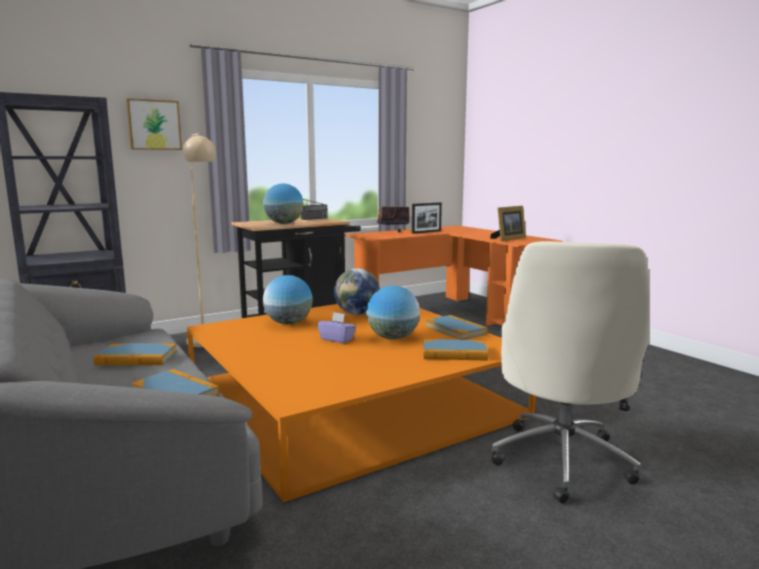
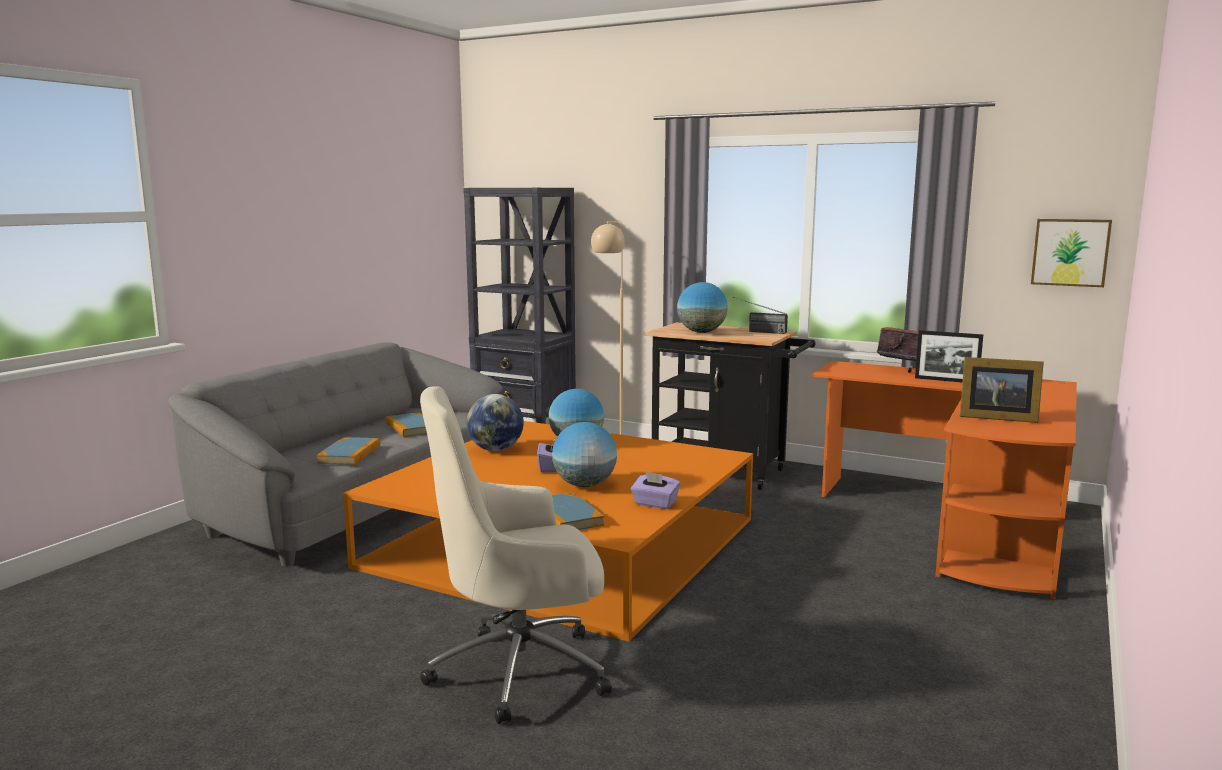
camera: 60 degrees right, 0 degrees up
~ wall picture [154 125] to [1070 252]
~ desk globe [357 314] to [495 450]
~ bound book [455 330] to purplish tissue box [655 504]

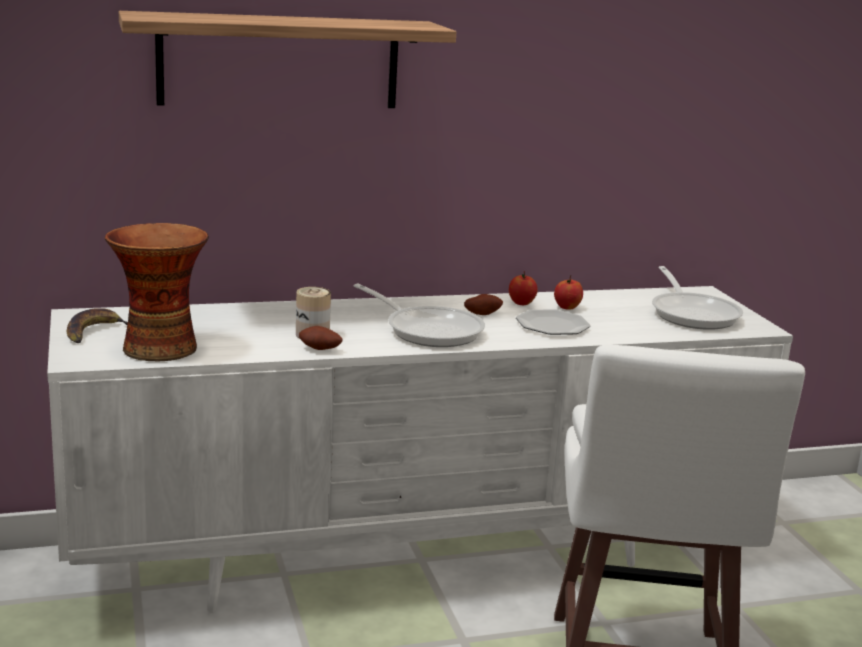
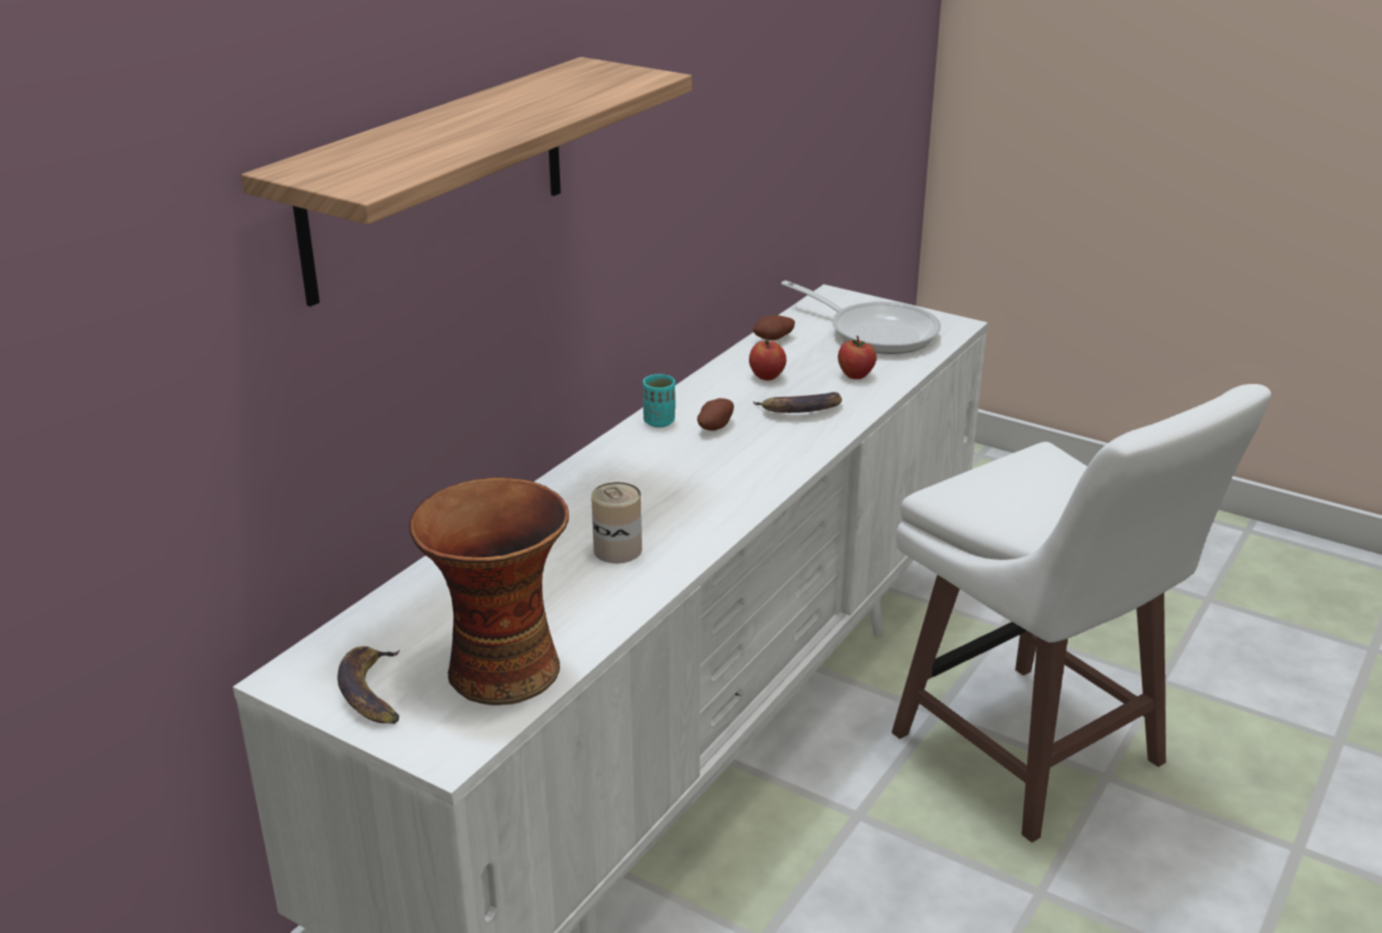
camera: 40 degrees left, 10 degrees up
- pan [428 330]
+ turquoise small cup [659 422]
~ potato [319 350] to [774 340]
~ whole apple [521 303] to [855 375]
~ plate [551 325] to banana fruit [800 410]

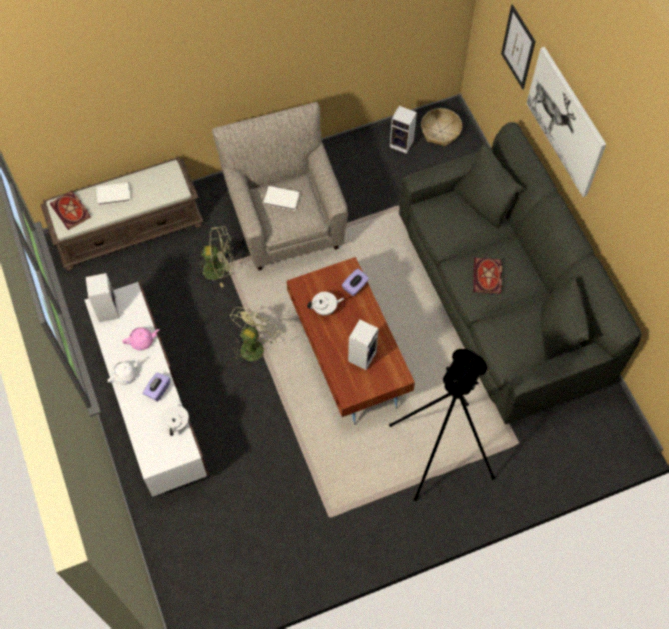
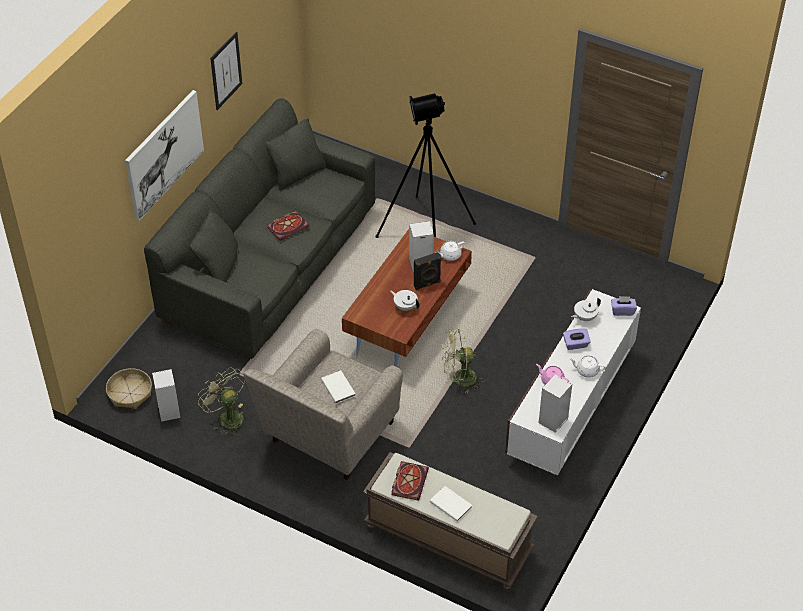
camera: 130 degrees left, 15 degrees down
+ black-coloured loudspeaker [427 284]
+ white-coloured tea pot [450 255]
~ bound book [72 211] to [409 481]
~ green fan [219 269] to [226 417]
~ purplish tissue box [355 287] to [622 311]
~ wall picture [518 47] to [226 70]

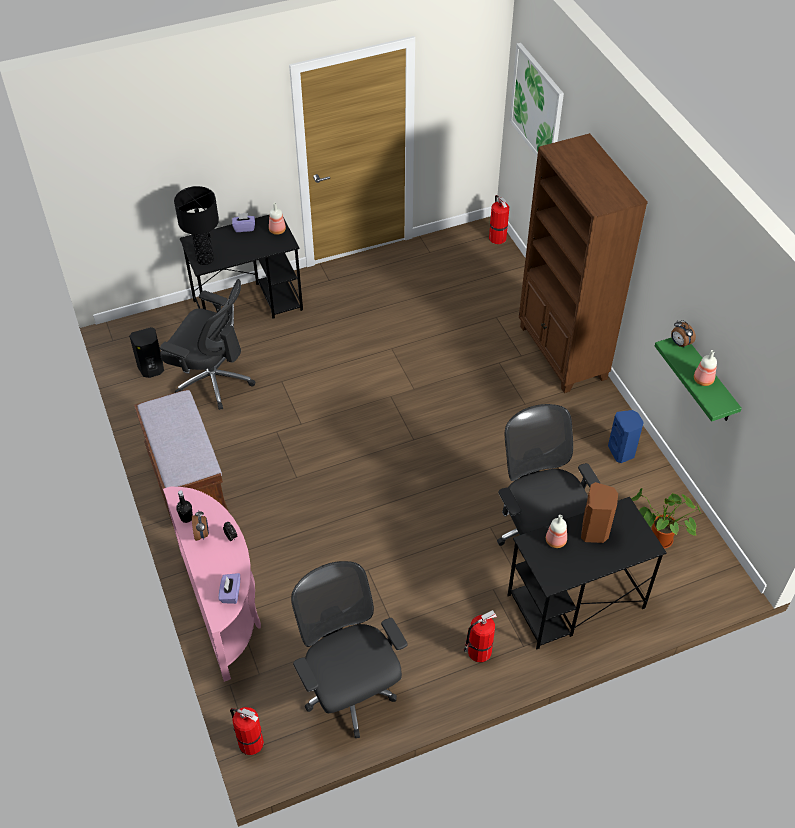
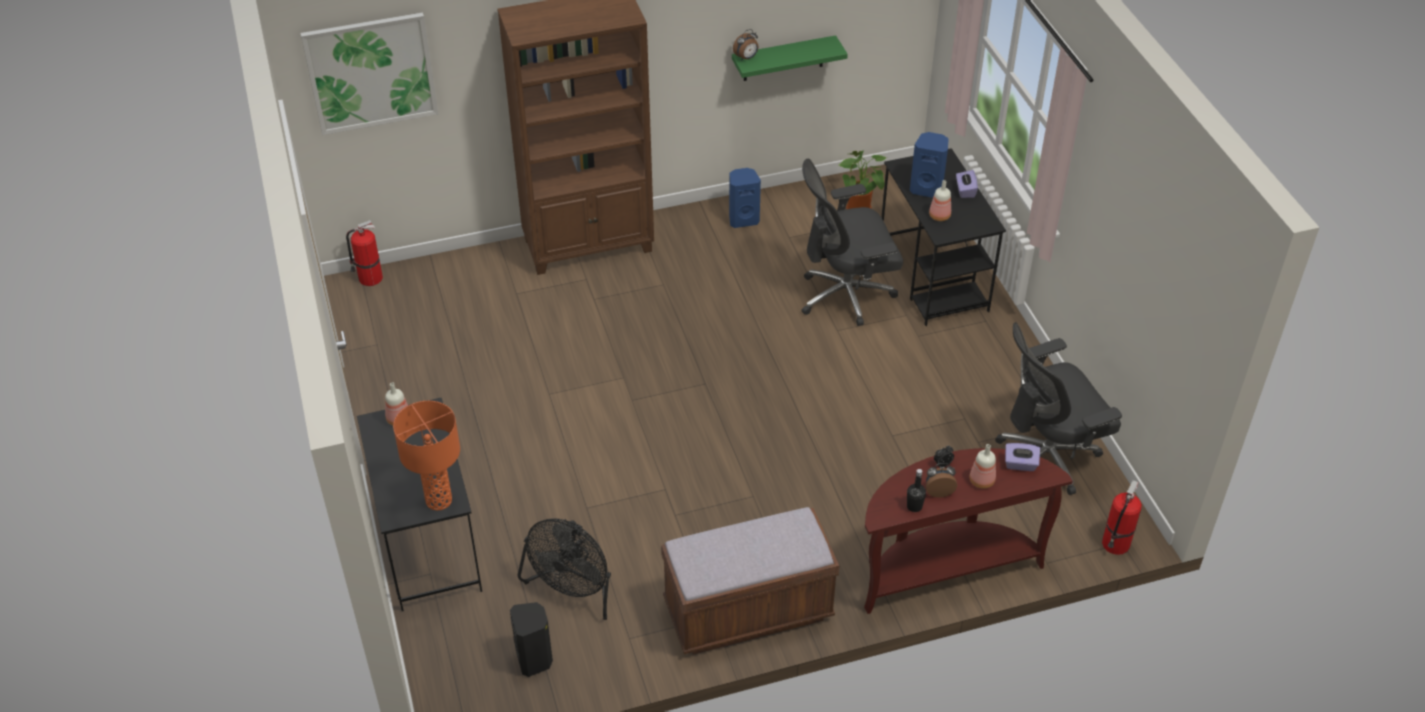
camera: 85 degrees left, 5 degrees down
- extinguisher [478 652]
~ purplish tissue box [244 228] to [965 191]
~ drink bottle [702 380] to [982 481]
~ desk chair [212 381] to black-coloured fan [572 585]
~ pink-coloured narrow table [224 608] to brown-coloured narrow table [945 568]
~ black-coloured table lamp [204 259] to orange table lamp [438 500]
~ brown-coloured loudspeaker [595 531] to blue loudspeaker [927 189]

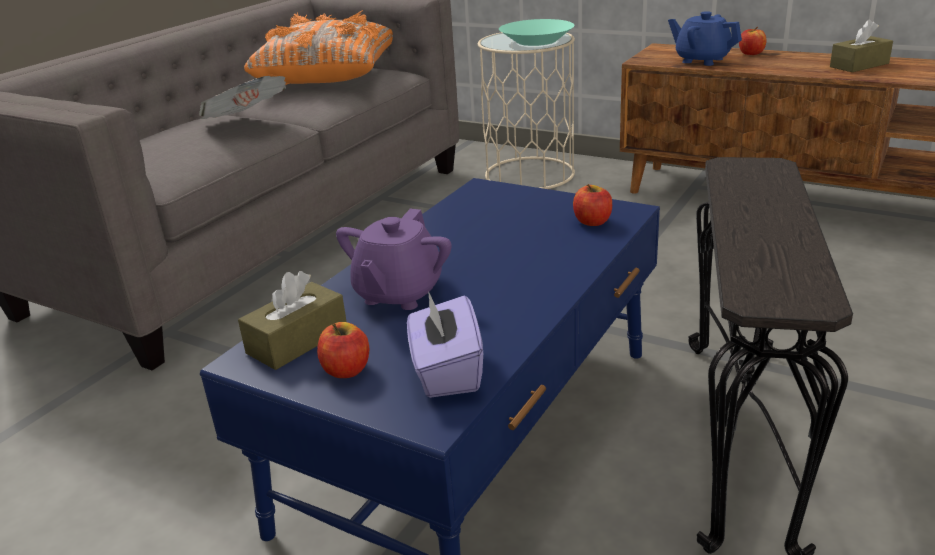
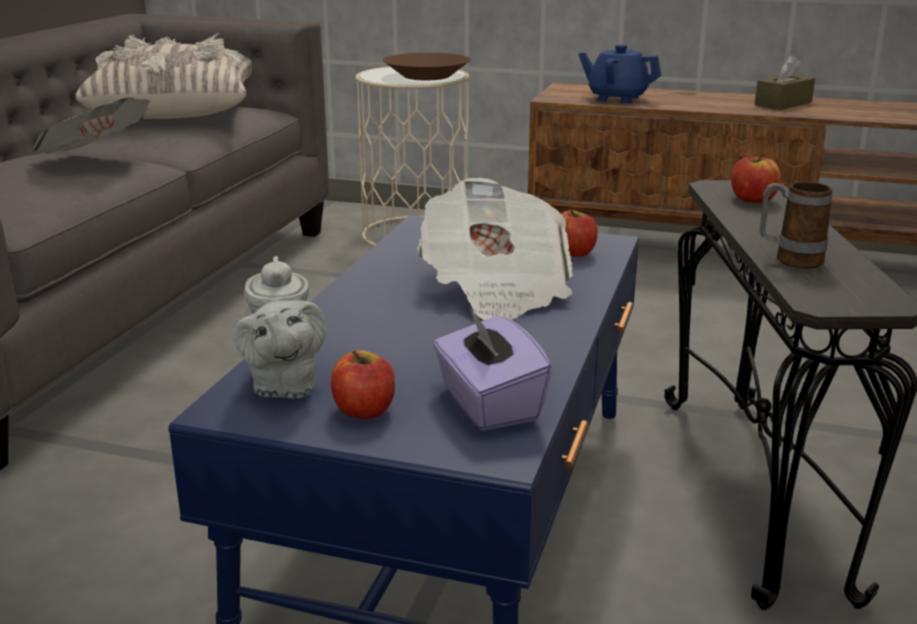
camera: 15 degrees left, 5 degrees down
- purplish tea pot [398 294]
+ printed paper [496 290]
+ coffee mug [789 260]
~ whole apple [751 53] to [752 199]
~ brown-coloured tissue box [297 341] to grey tea pot [283 385]
~ orange pillow [327 78] to beige pillow [175 114]
~ turquoise deep dish [537 41] to brown-coloured deep dish [427 76]

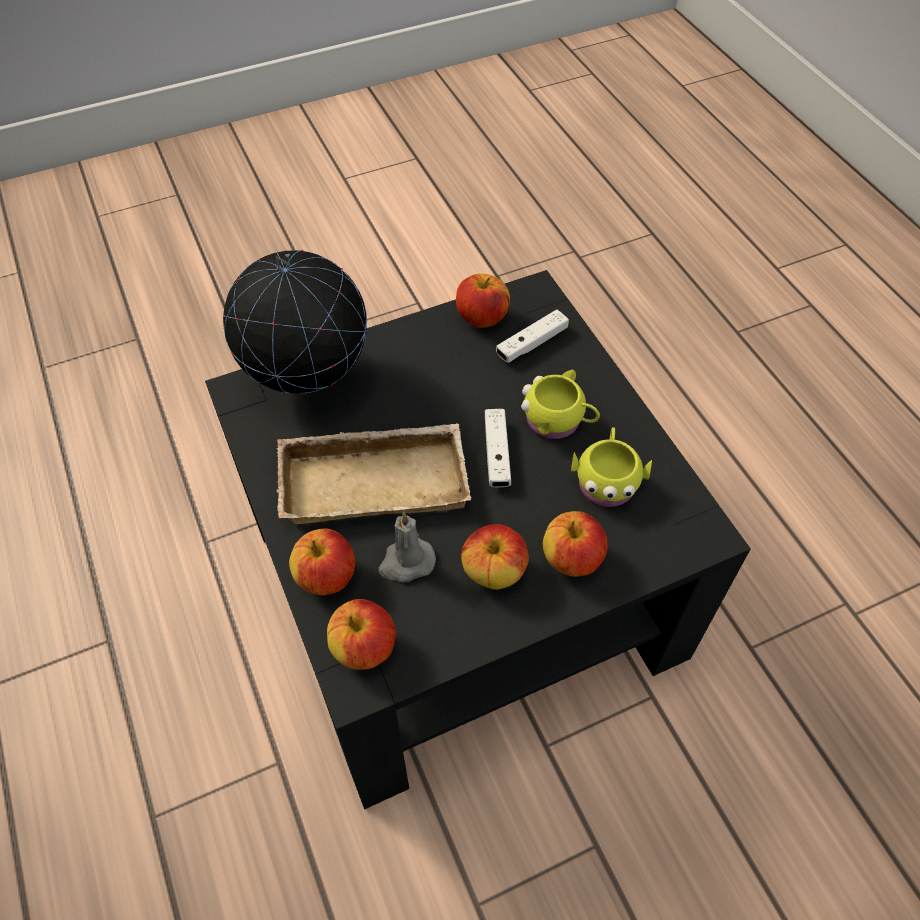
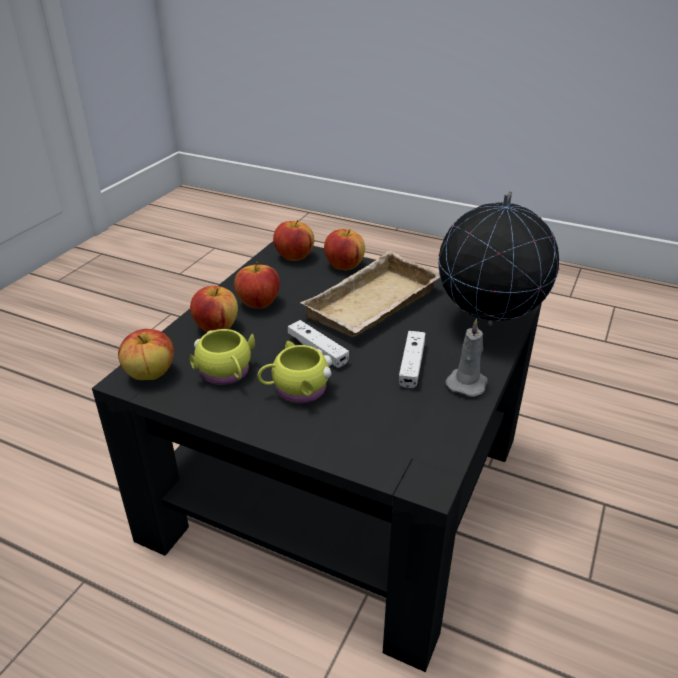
camera: 140 degrees right, 20 degrees down
~ grey wax candle [406 562] to [467 383]
~ whole apple [482 318] to [151 374]
~ white-coloured gamepad [532 343] to [411 365]

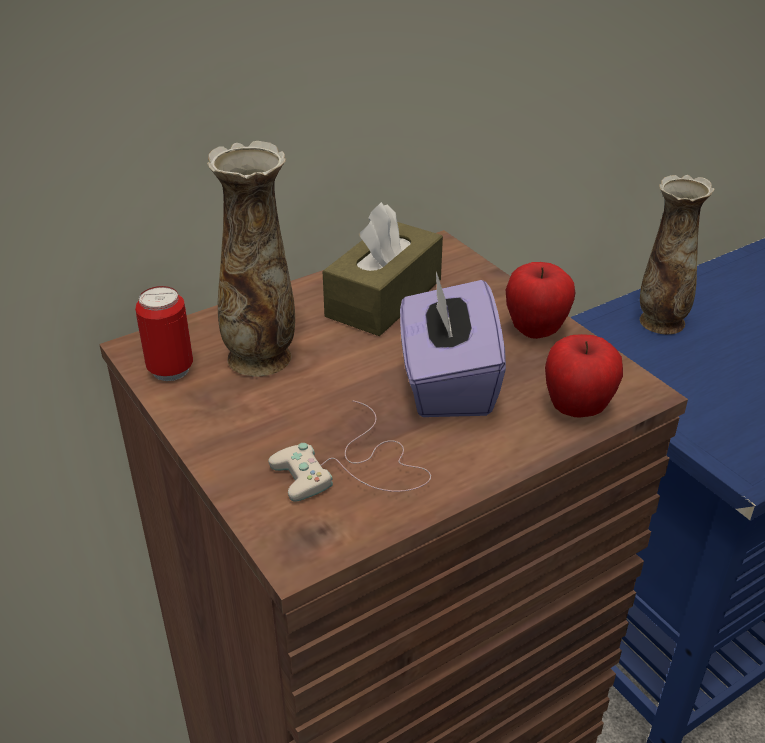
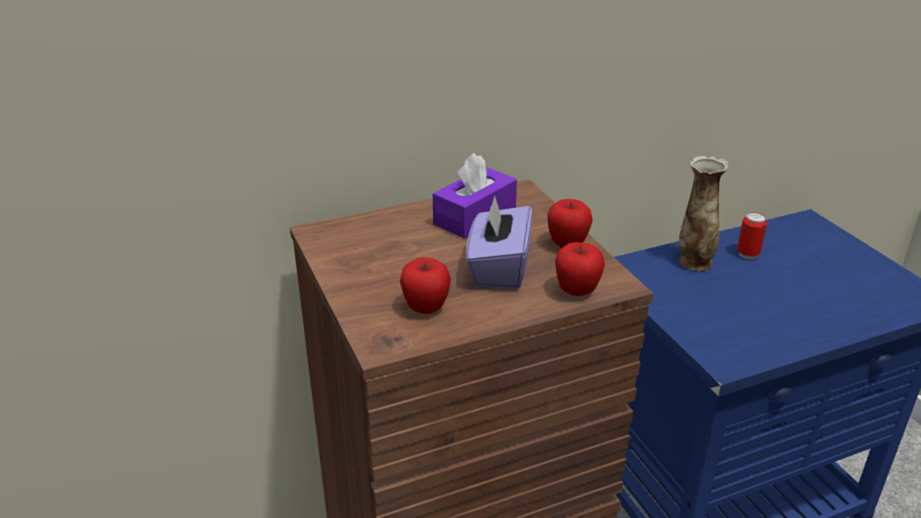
camera: 10 degrees right, 5 degrees down
- flower vase [261 357]
~ metal can [170 370] to [747 254]
~ white-coloured gamepad [354 467] to whole apple [426 308]
~ brown-coloured tissue box [384 298] to purplish tissue box [475 216]

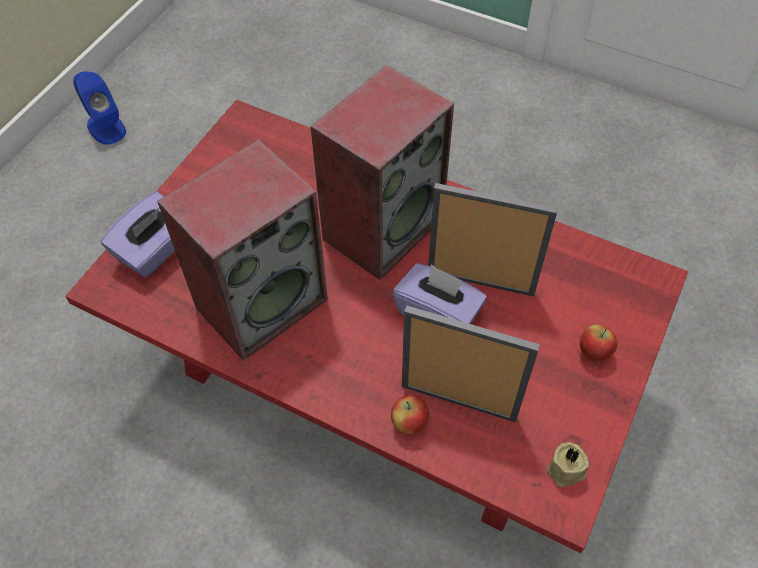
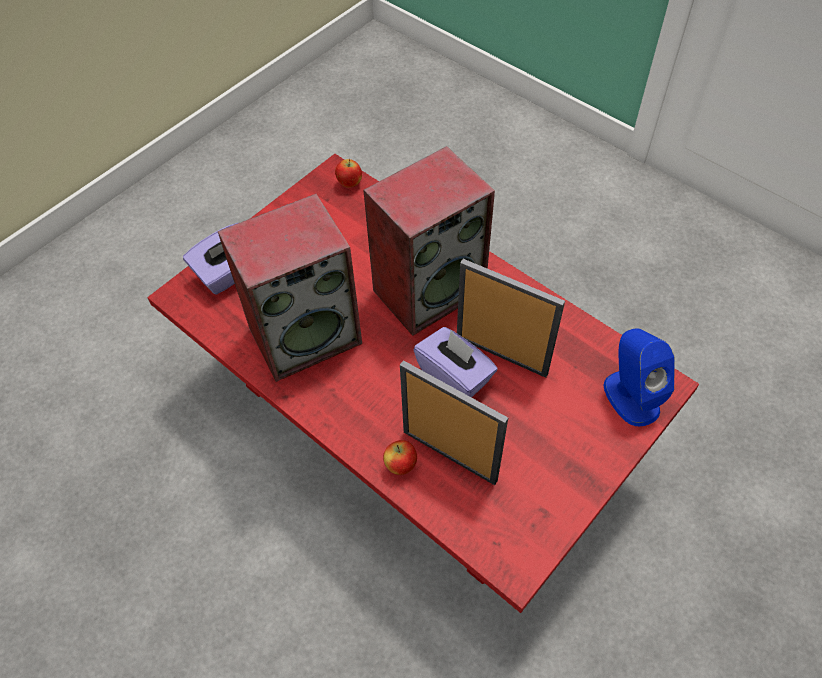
camera: 15 degrees right, 0 degrees up
- beige wax candle [566 471]
~ blue loudspeaker [106 127] to [631 397]
~ whole apple [593 353] to [349 183]

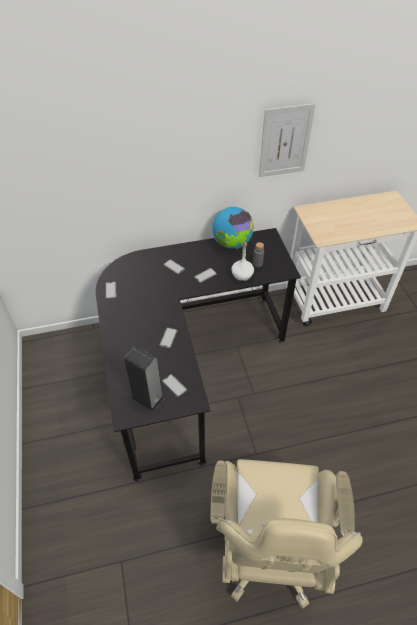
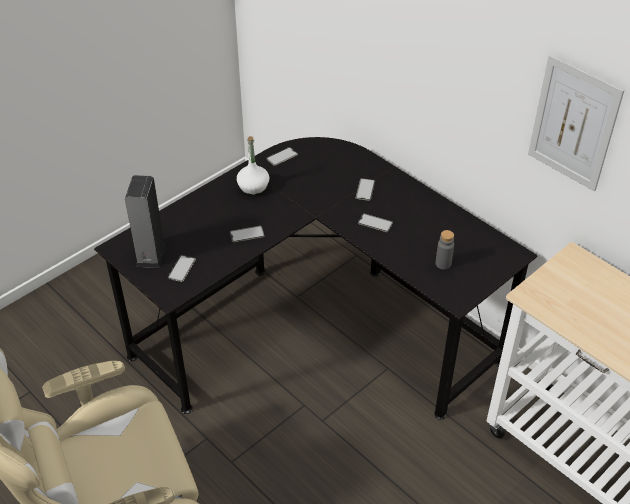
camera: 60 degrees right, 5 degrees down
- desk globe [232 244]
~ white-coloured drink bottle [242 275] to [253 187]

